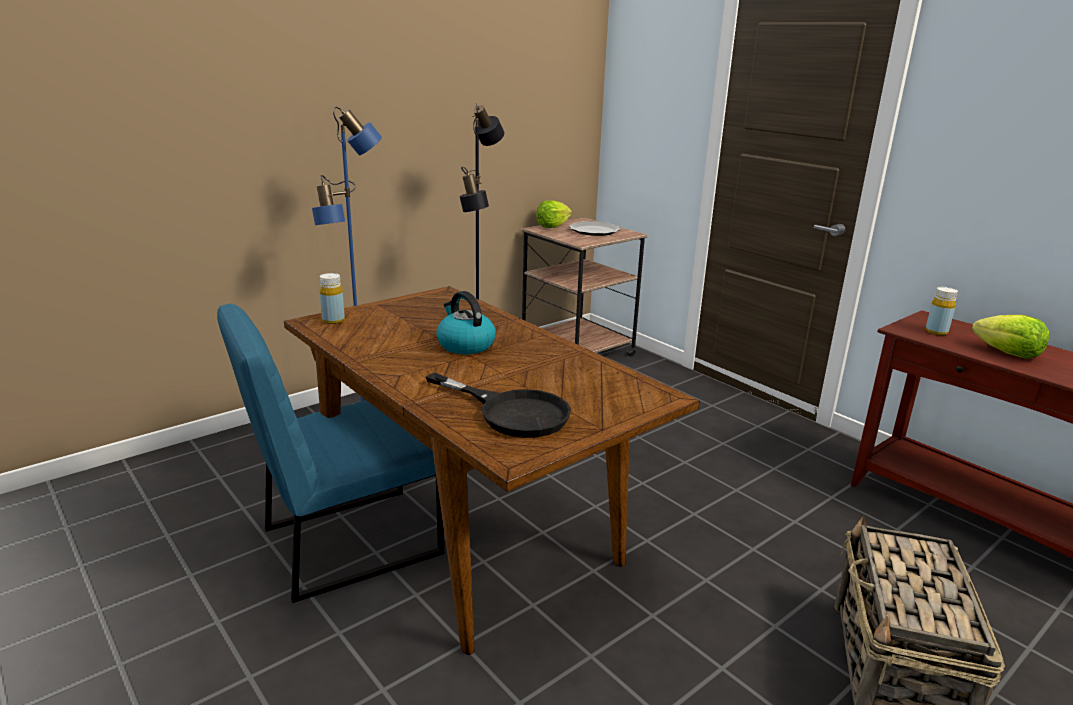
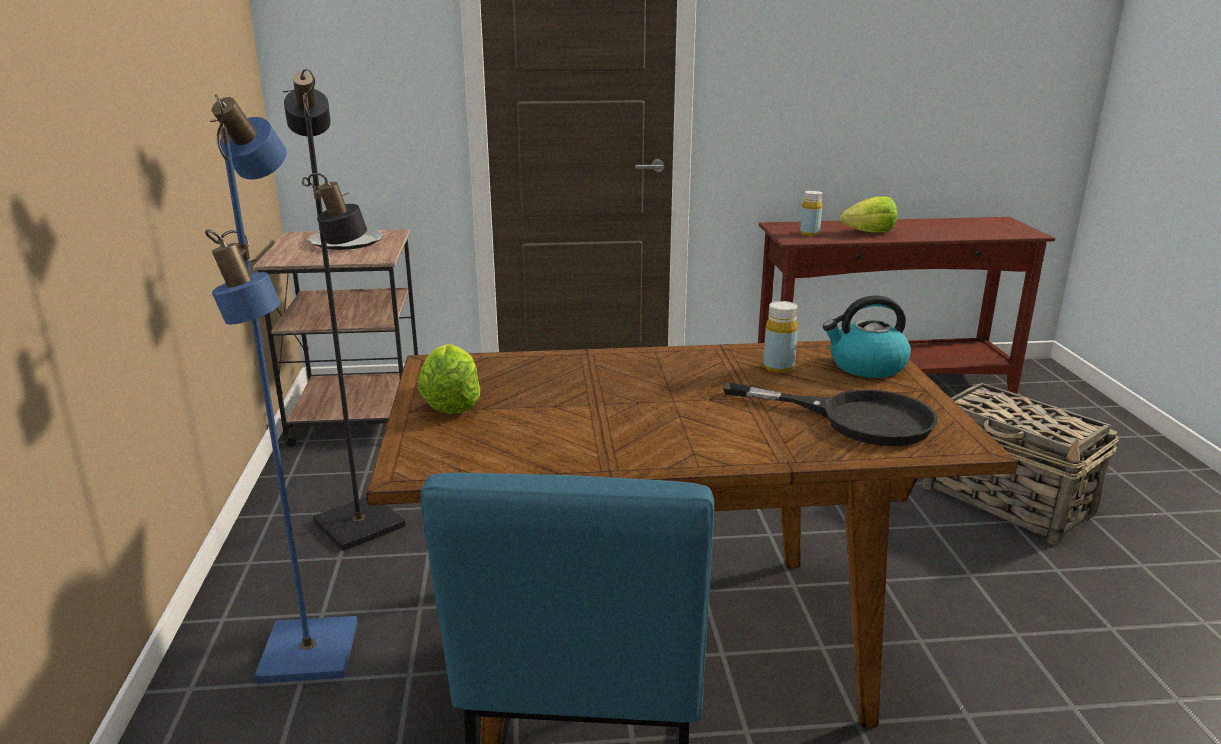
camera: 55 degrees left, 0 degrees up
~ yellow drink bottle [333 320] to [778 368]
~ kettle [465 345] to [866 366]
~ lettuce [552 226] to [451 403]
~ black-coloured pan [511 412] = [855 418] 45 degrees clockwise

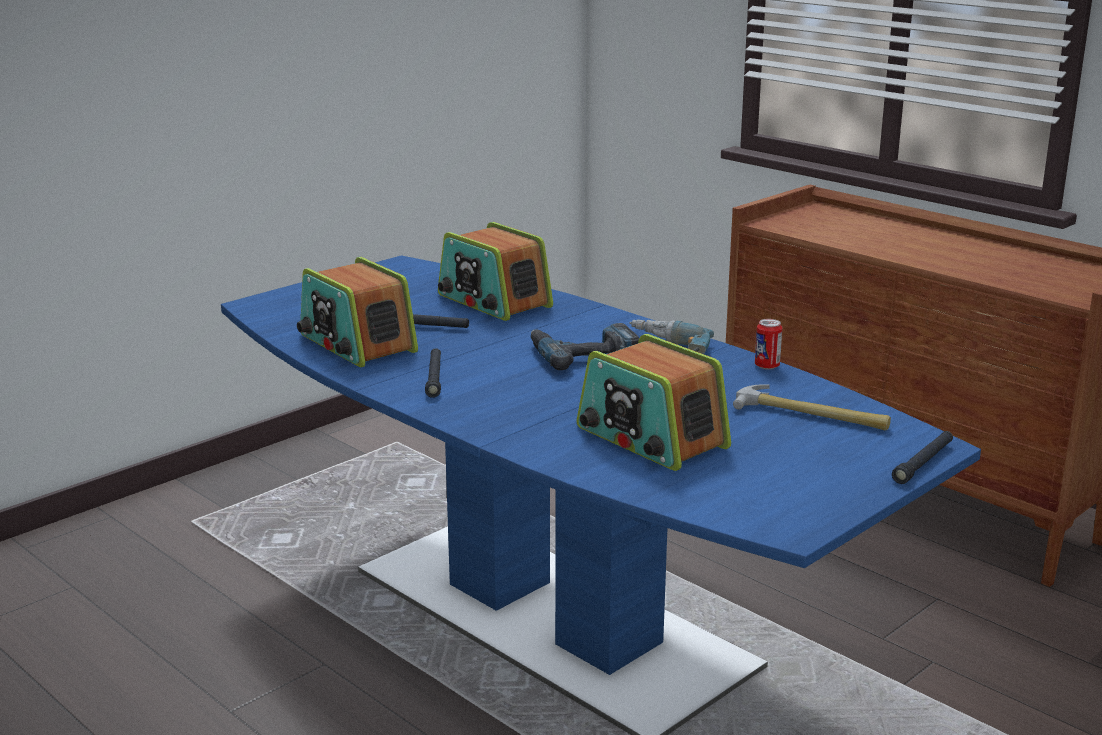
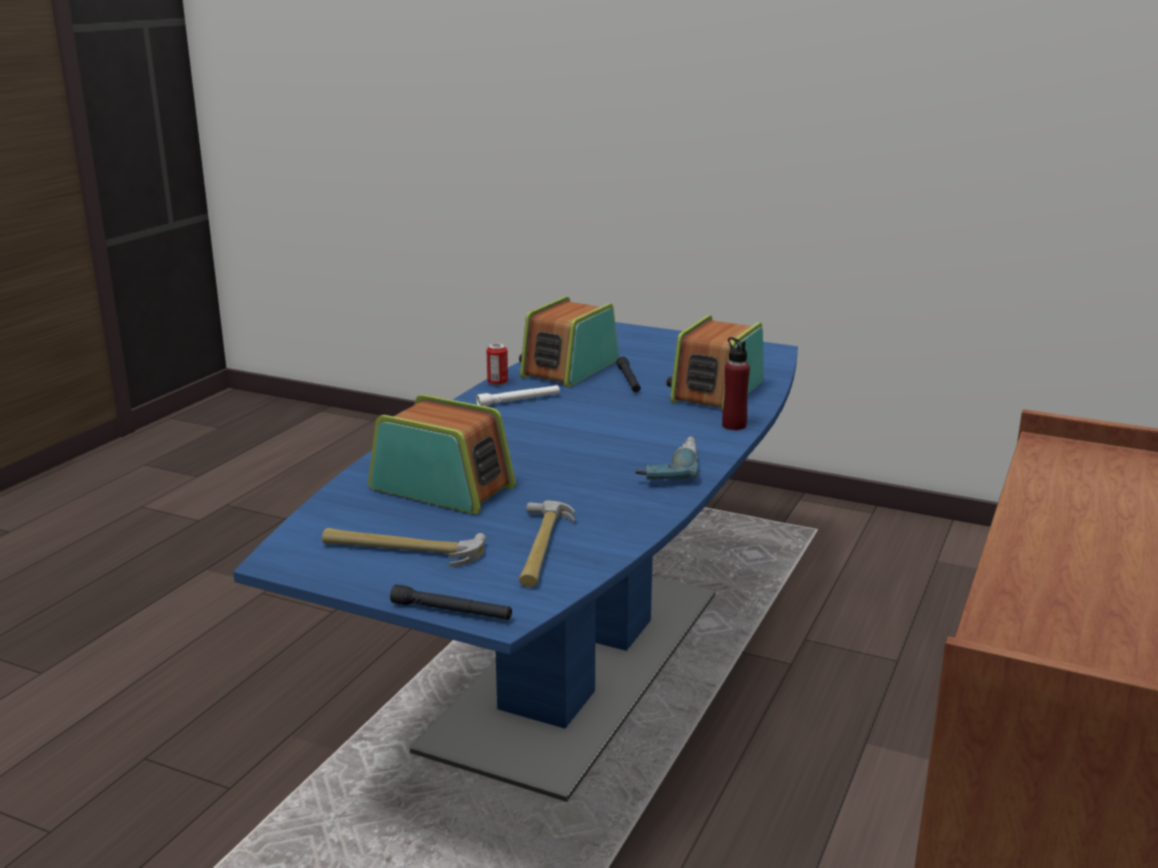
camera: 70 degrees right, 0 degrees up
- electric drill [583 354]
+ tool hammer [402 549]
+ reddish drink bottle [734 425]
~ metal can [767 366] to [497 383]
~ black-coloured flashlight [434 378] to white-coloured flashlight [519 401]
~ radio receiver [651 438] = [443 487] 90 degrees clockwise

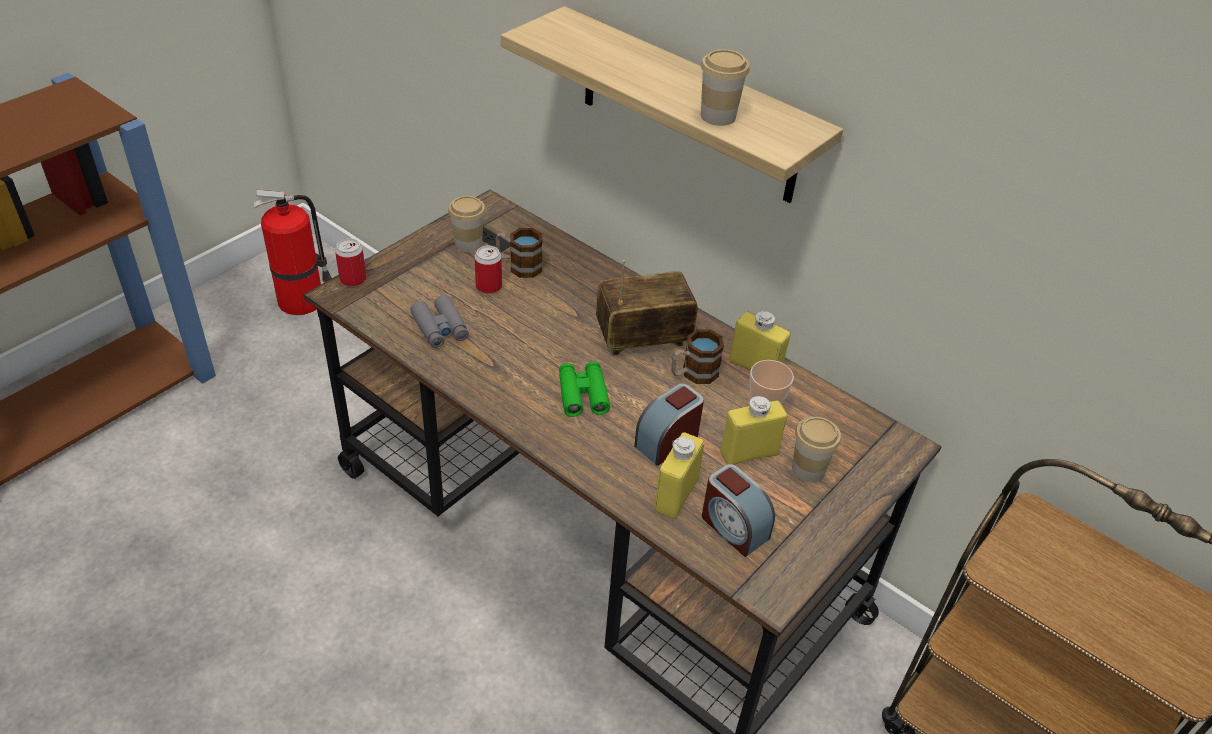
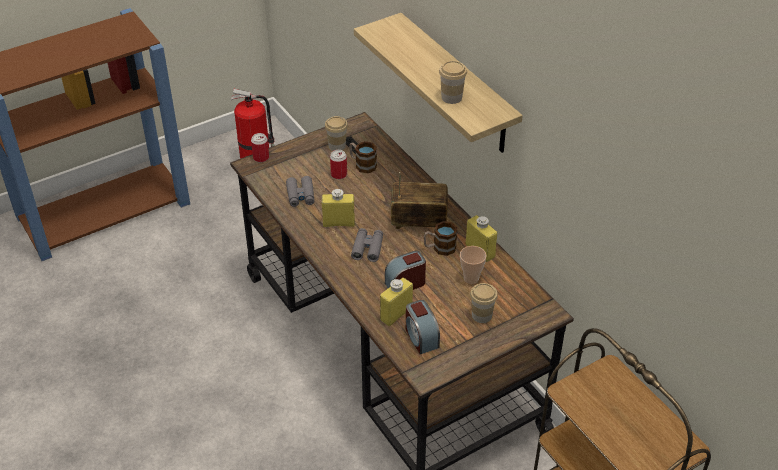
camera: 20 degrees right, 0 degrees up
~ yellow drink bottle [749 453] to [338 223]
~ green binoculars [582 394] to grey binoculars [367 248]

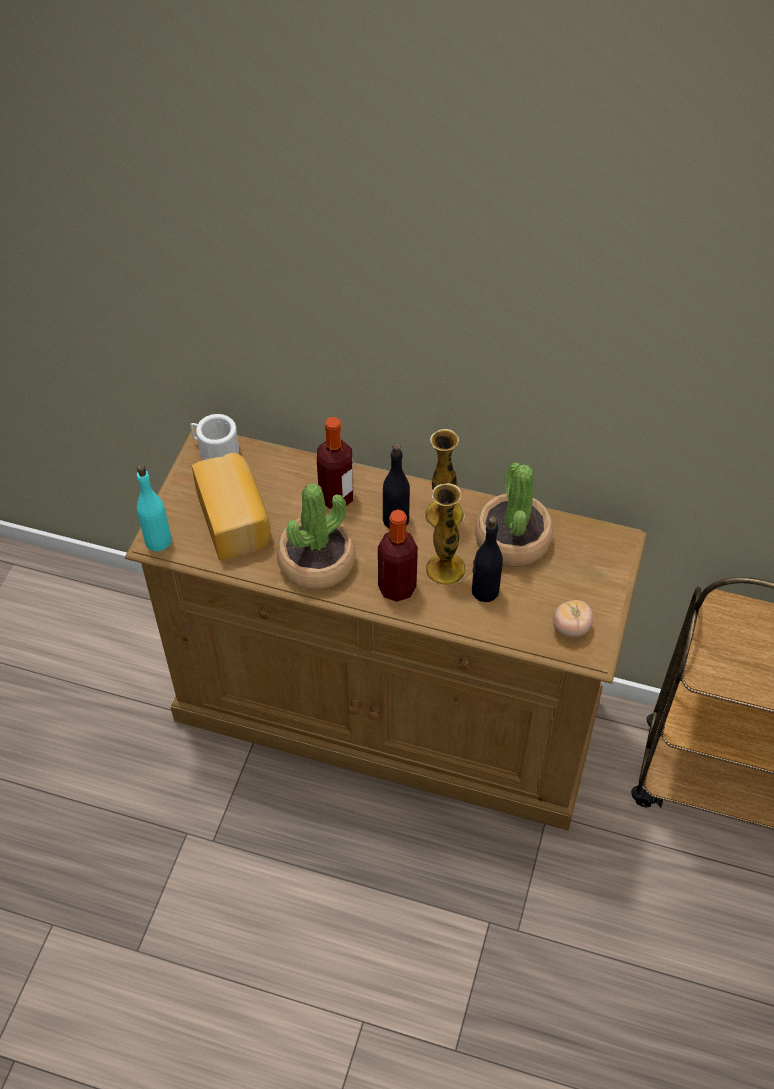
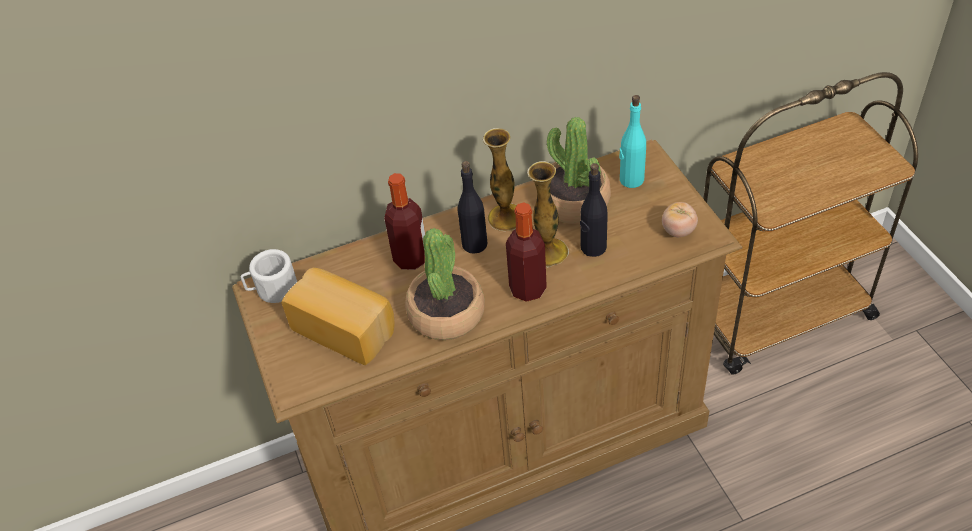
camera: 35 degrees left, 5 degrees down
~ turquoise drink bottle [157 540] to [631 179]

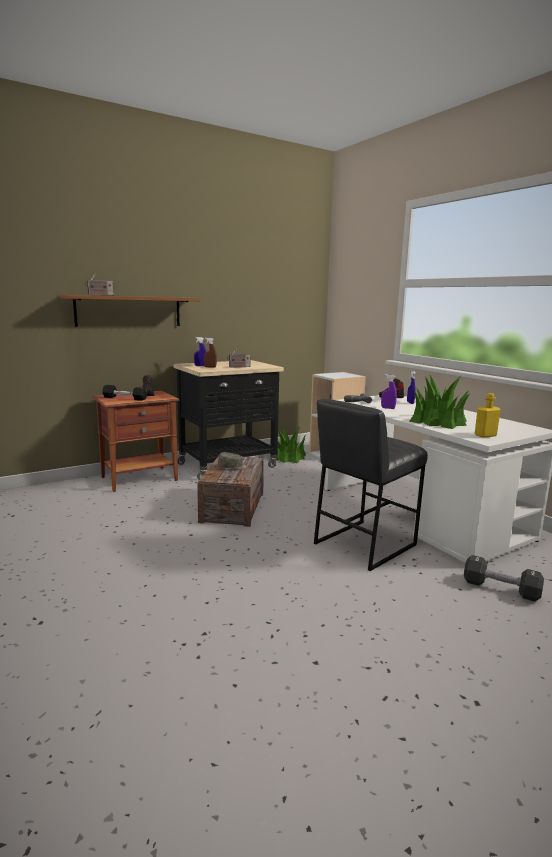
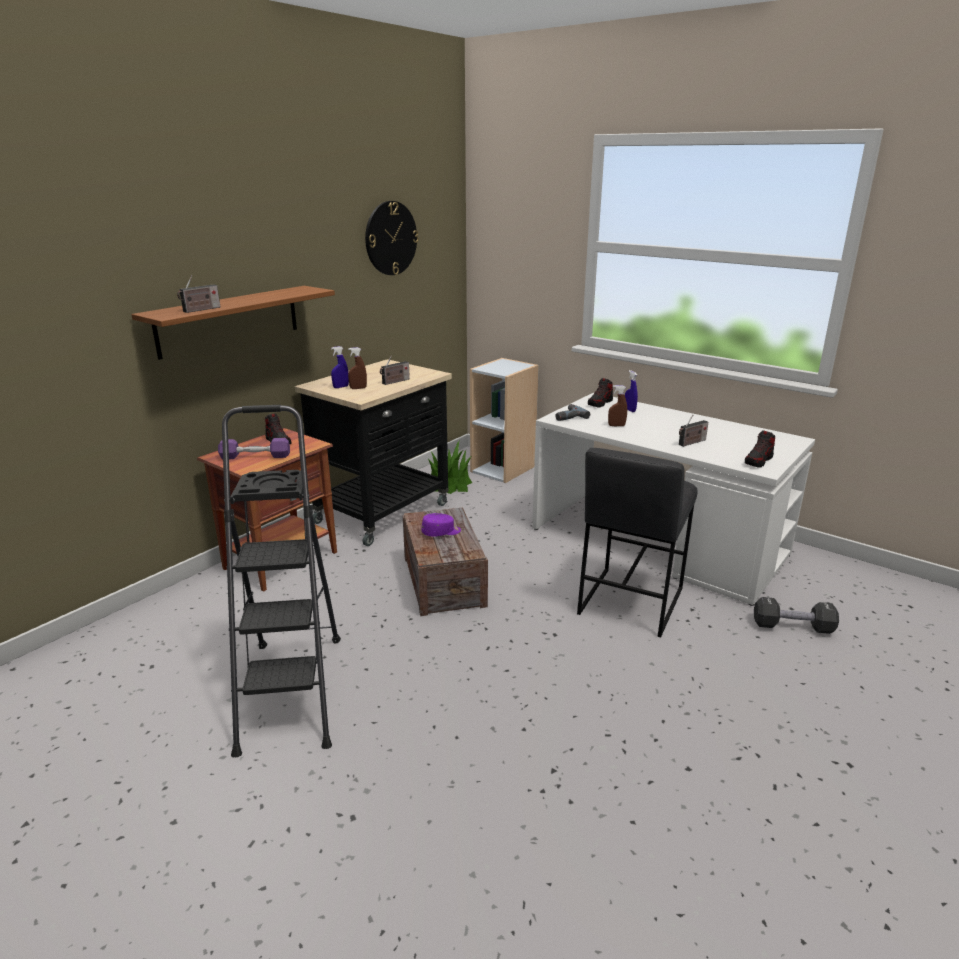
camera: 20 degrees left, 10 degrees up
+ stepladder [292 689]
+ hanging clock [390 238]
~ houseplant [438 421] to radio receiver [691 443]
~ yellow drink bottle [485 435] to shoe [758 461]
~ black-coloured hand weight [124 398] to purplish hand weight [255 456]
~ grey cap [233 467] to purplish cap [441 532]
~ purplish spray bottle [388 408] to brown-coloured spray bottle [616 425]

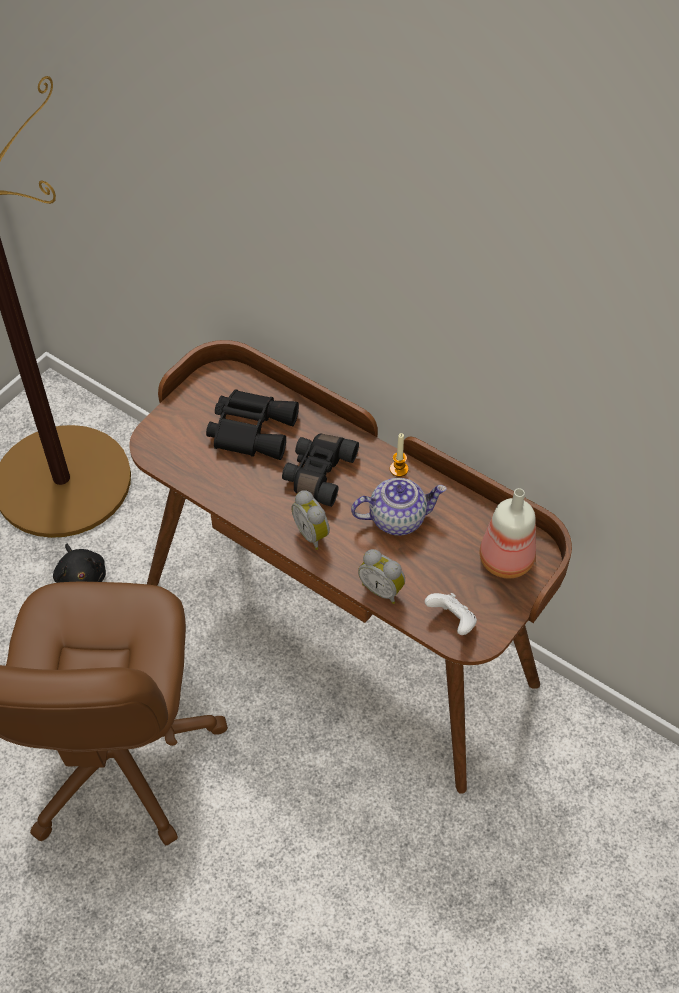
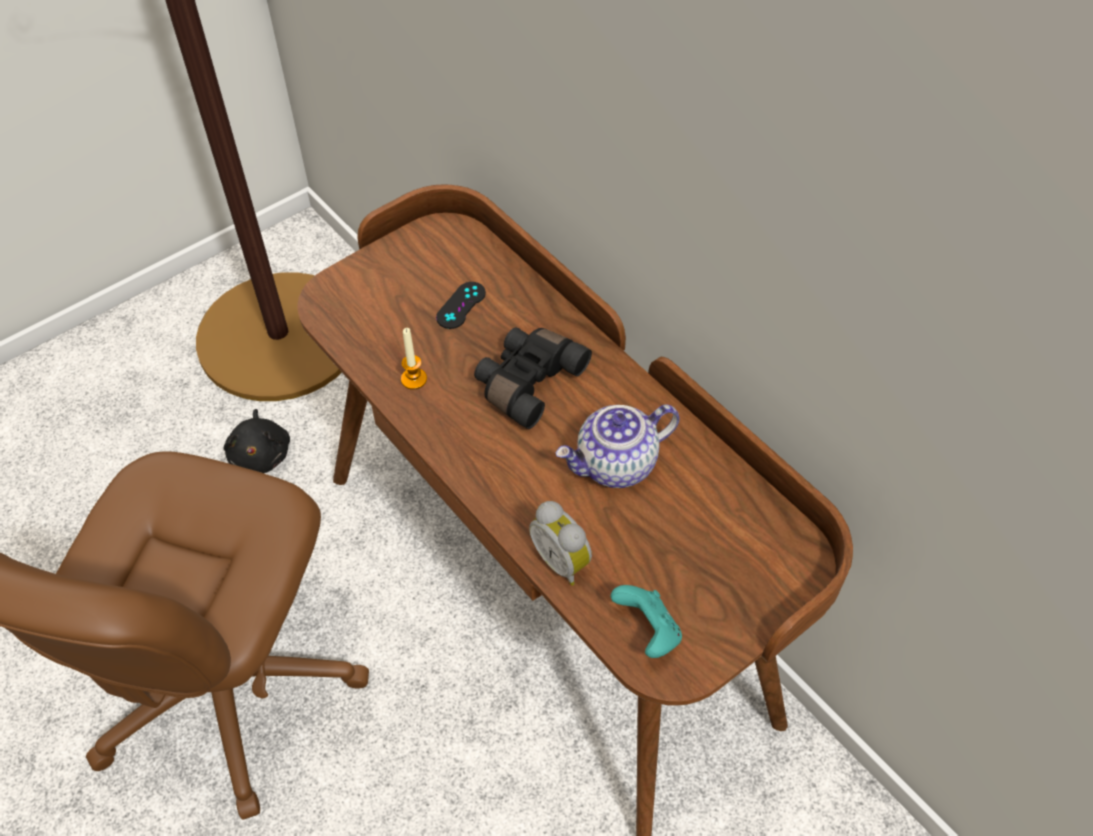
camera: 15 degrees right, 0 degrees up
- table clock [313 533]
- drink bottle [507 561]
~ wax candle [399 469] to [414 379]
~ black-coloured binoculars [251 429] to black-coloured gamepad [461 305]
~ white-coloured gamepad [452 621] to turquoise gamepad [647 631]
~ tea pot [397 518] = [616 465] 150 degrees clockwise

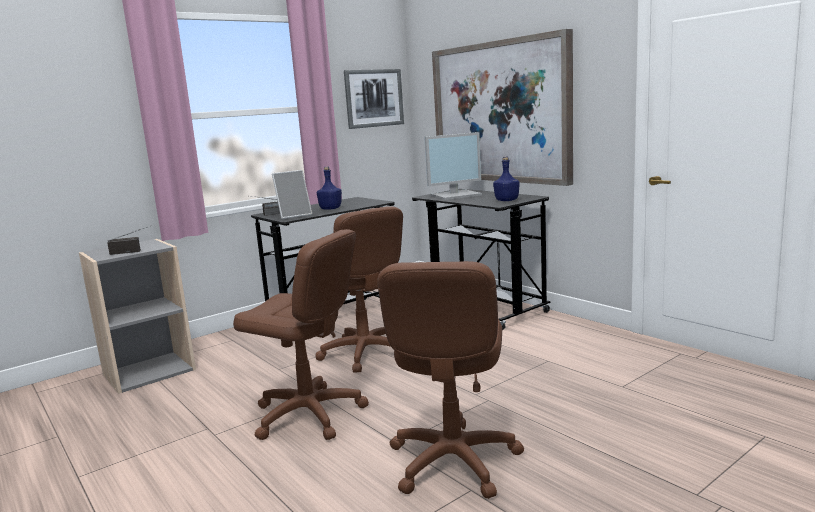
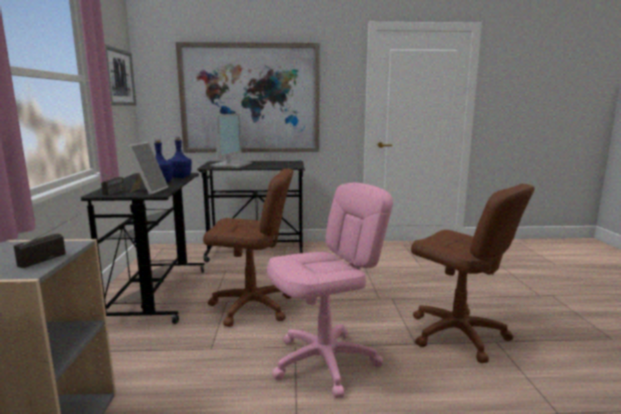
camera: 55 degrees left, 0 degrees up
~ blue drink bottle [507 200] to [180 177]
~ brown-coloured desk chair [308 415] to pink-coloured desk chair [325 362]

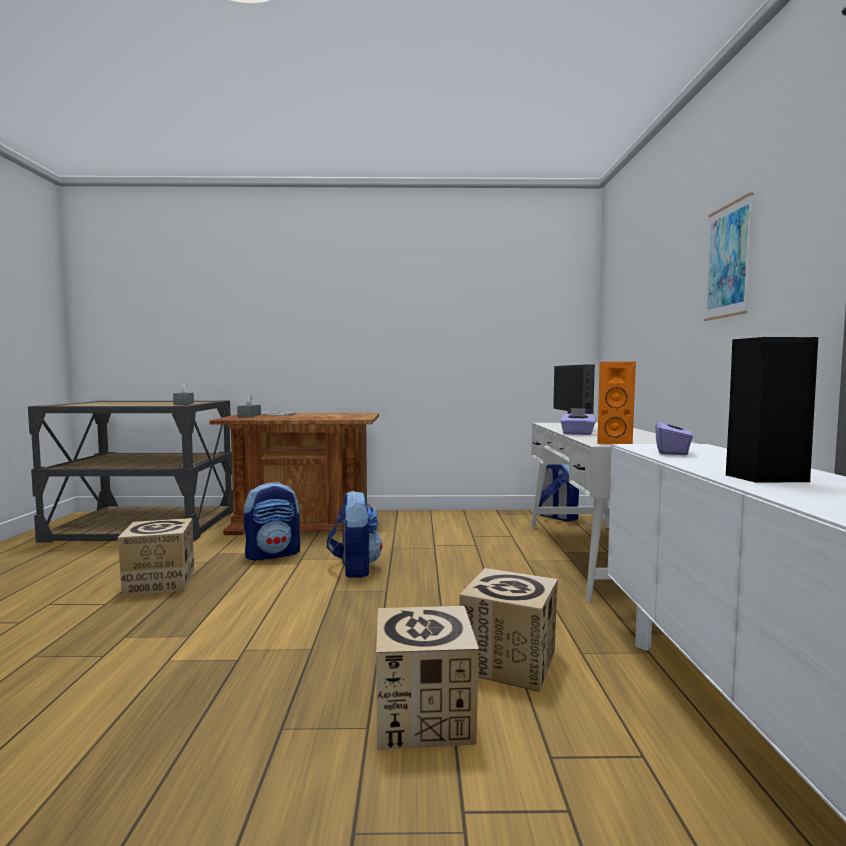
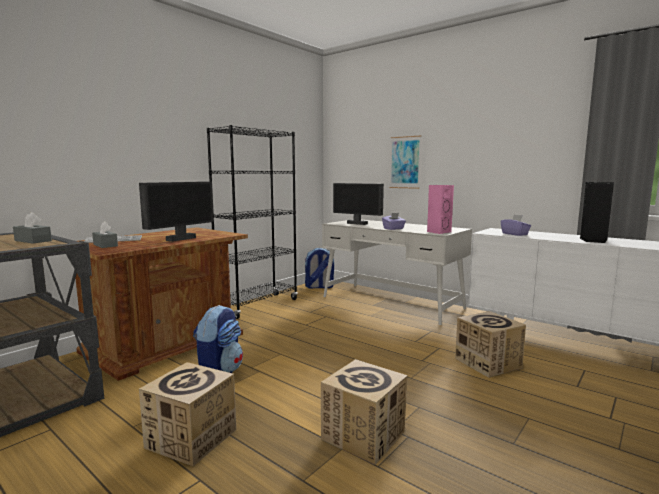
camera: 50 degrees left, 5 degrees up
- backpack [354 568]
+ computer display [180 239]
+ black-coloured shelving unit [258 306]
~ carton [424 716] to [364 435]
~ wall picture [728 261] to [405 162]
~ orange loudspeaker [612 442] to pink-coloured loudspeaker [438 232]

